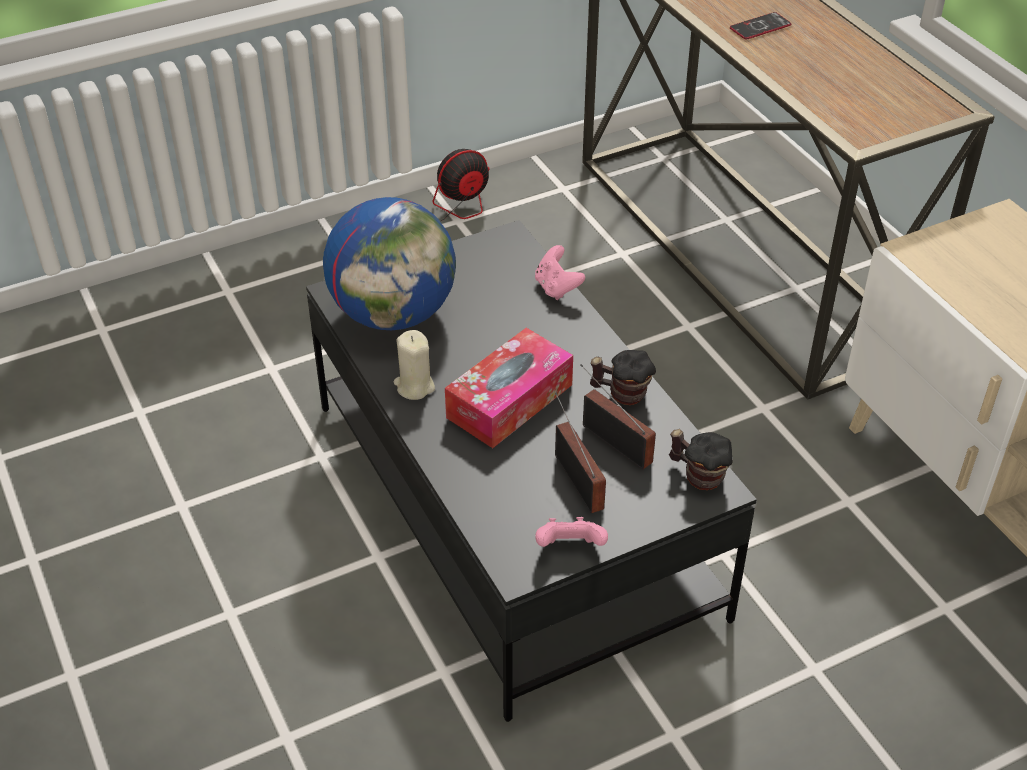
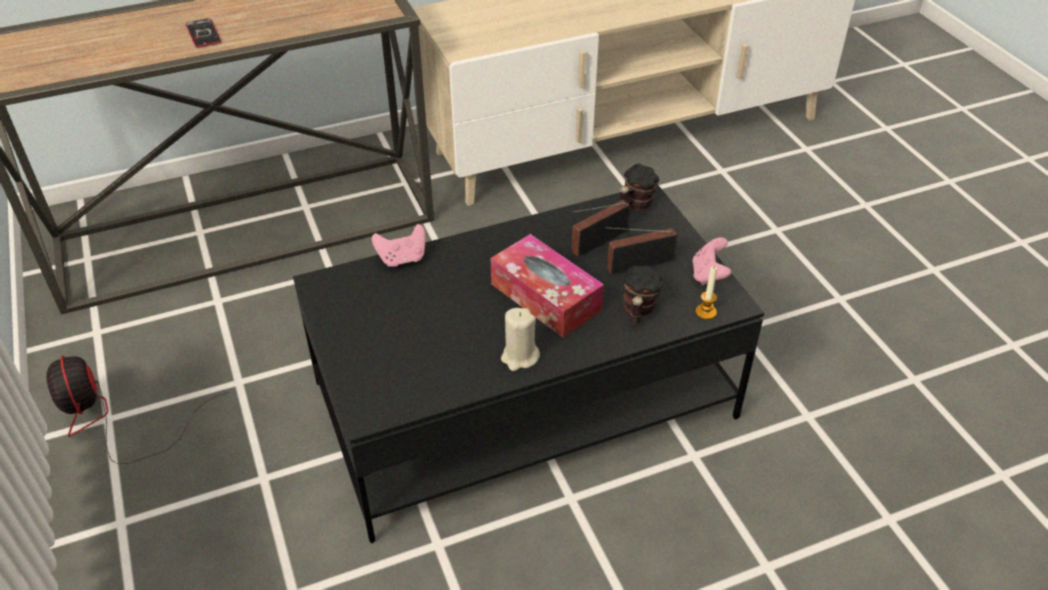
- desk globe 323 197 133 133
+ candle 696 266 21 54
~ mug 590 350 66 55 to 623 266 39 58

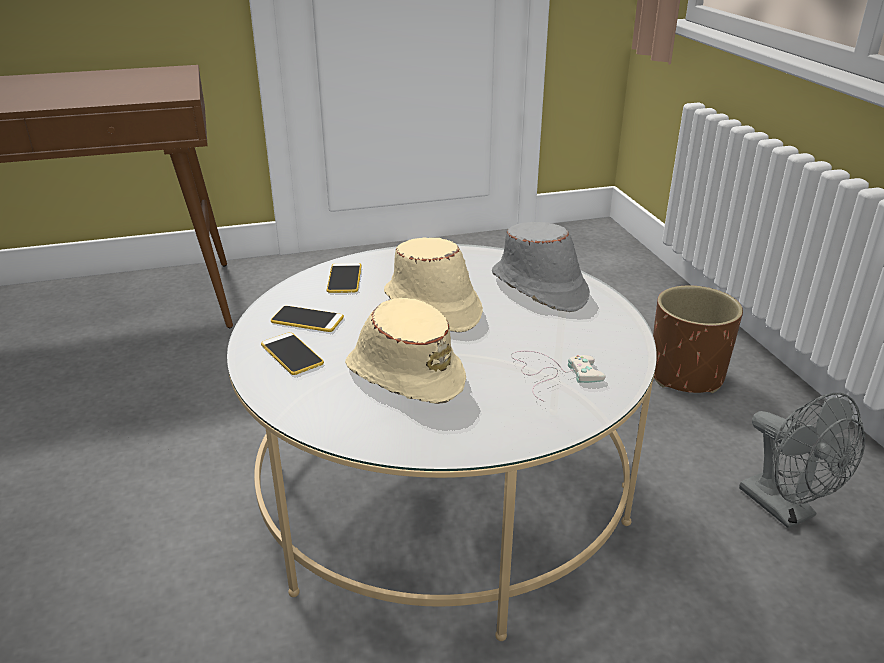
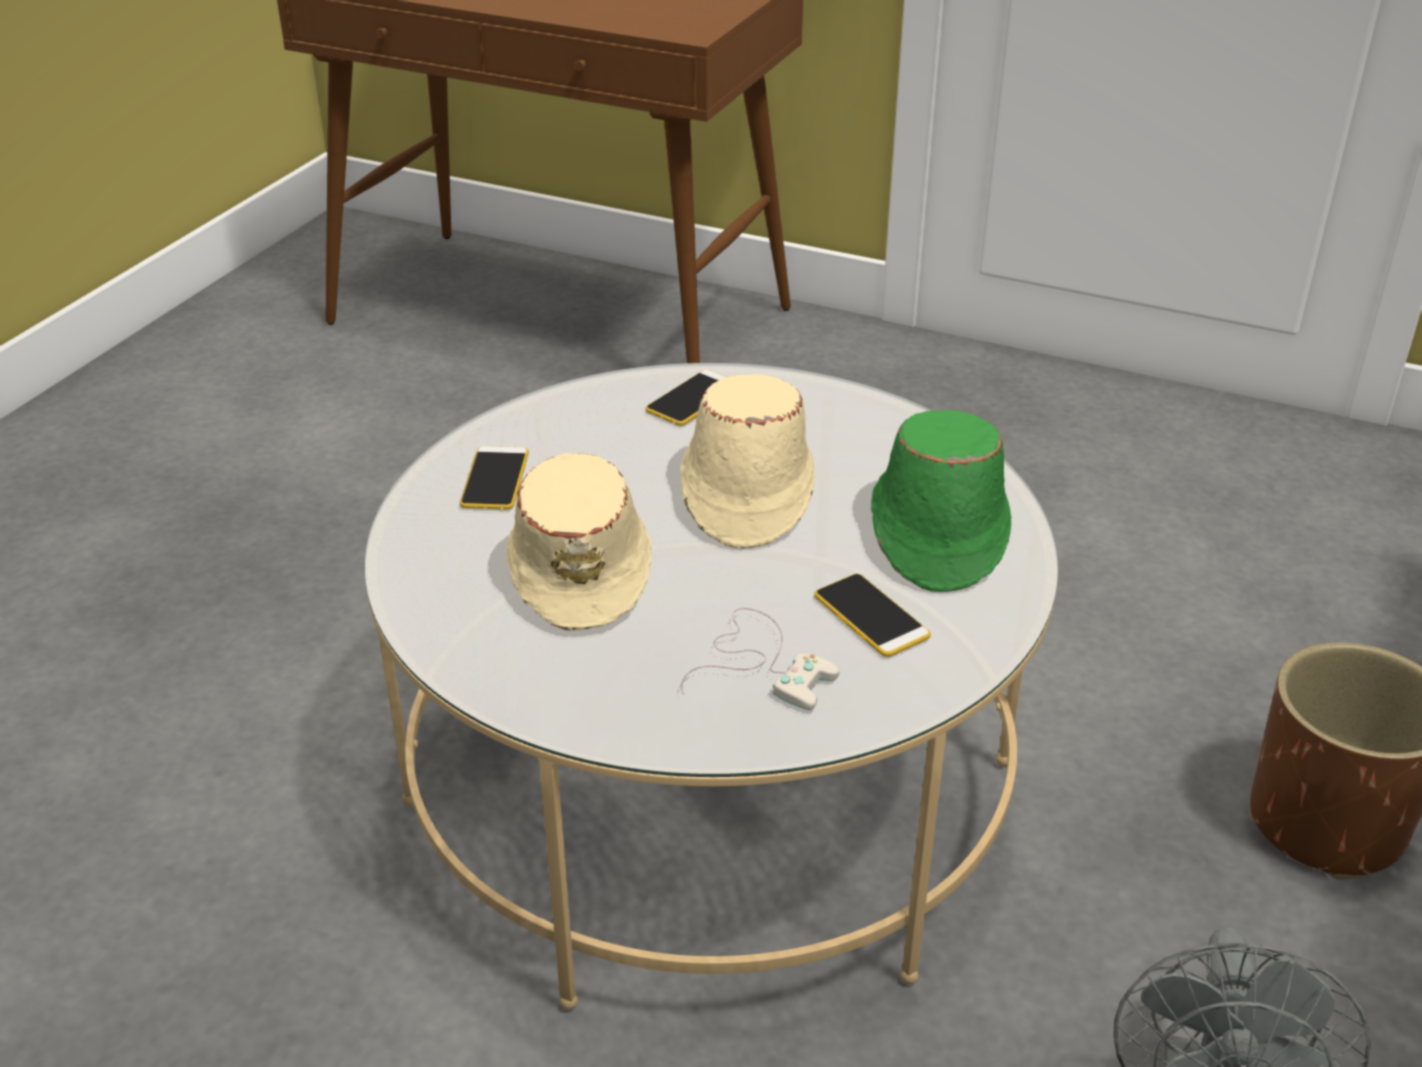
~ phone 271 306 73 26 to 814 574 117 83
~ grey wearable hat 492 222 98 90 to green-coloured wearable hat 871 410 141 182

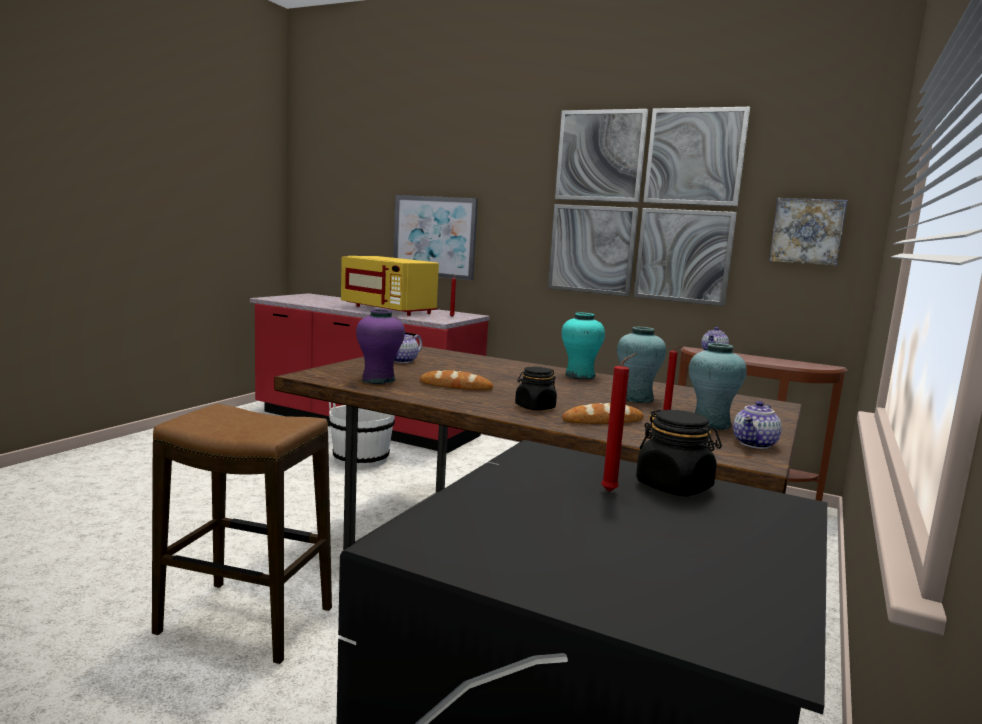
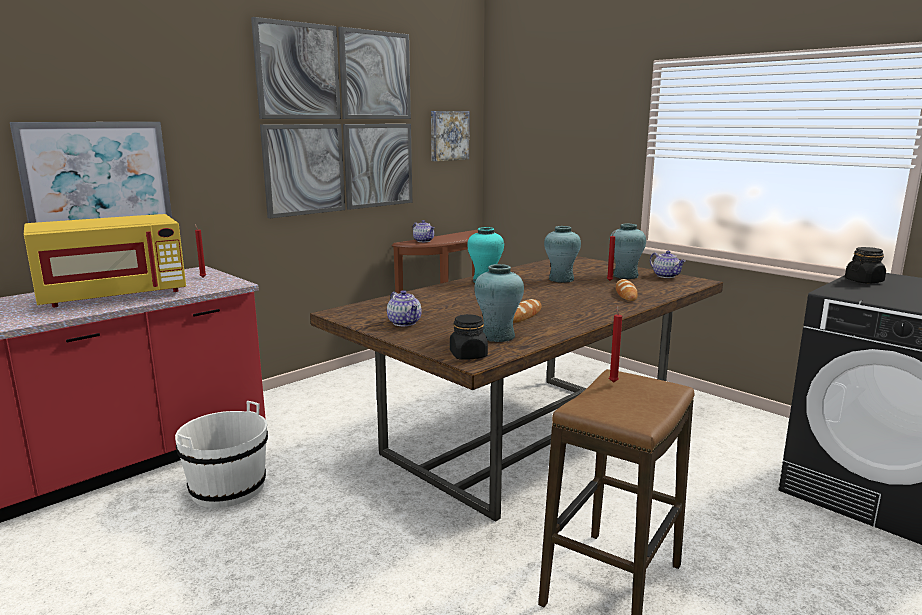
~ black preserve jar 515 367 42 43 to 450 314 38 46
~ reddish candle 601 353 36 139 to 609 306 13 77
~ purple-coloured vase 356 309 49 75 to turquoise-coloured vase 474 264 50 78

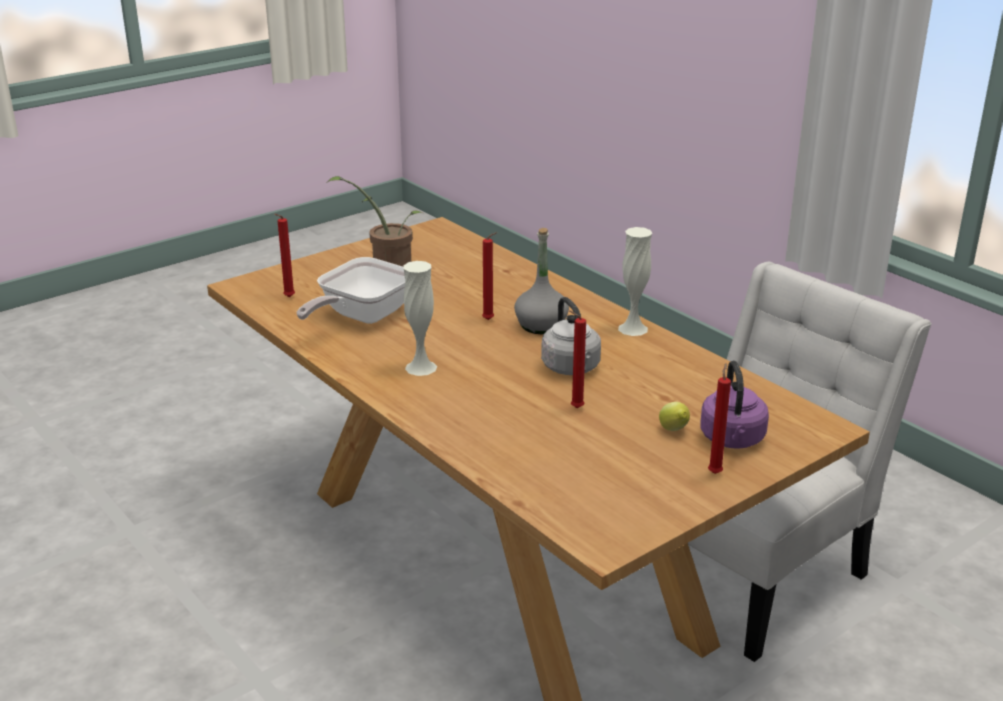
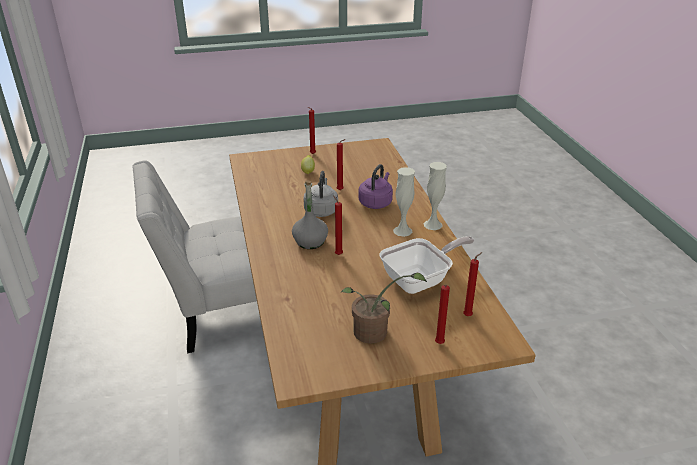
+ reddish candle 435 285 15 59
~ whitish vase 618 227 34 109 to 424 162 23 68
~ purple-coloured tea kettle 700 360 69 89 to 359 164 34 45

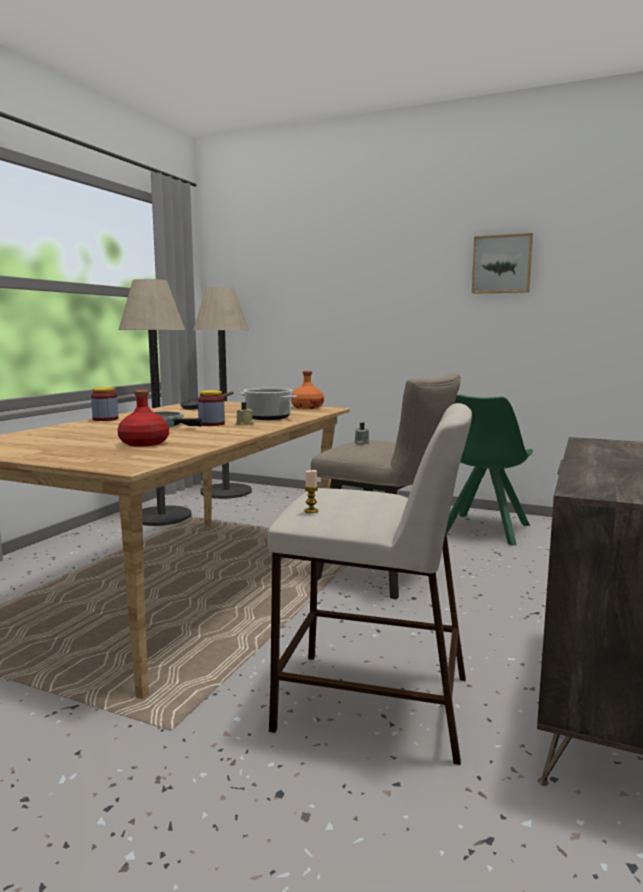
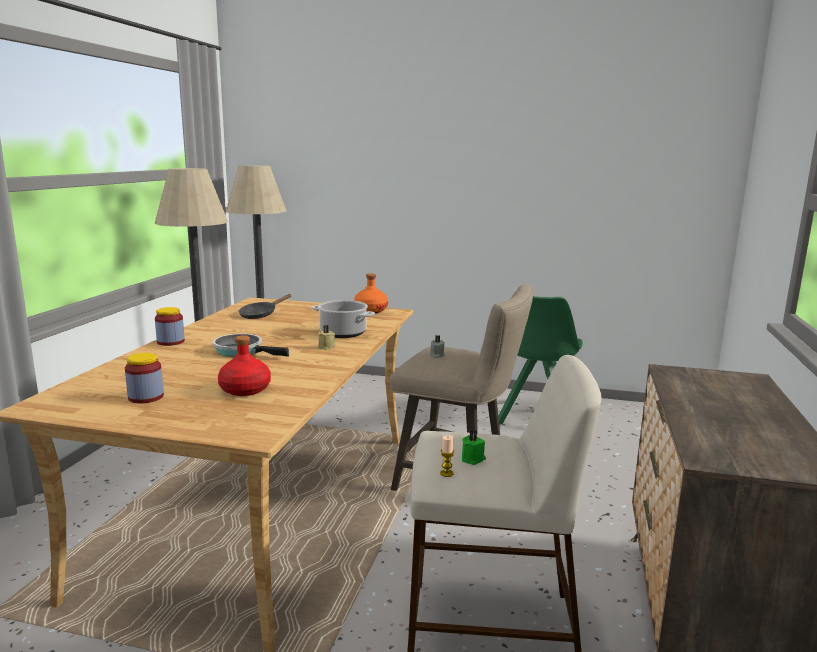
- wall art 472 233 61 61
+ green-coloured candle 462 430 24 35
~ preserve jar 198 390 27 36 to 125 353 39 50

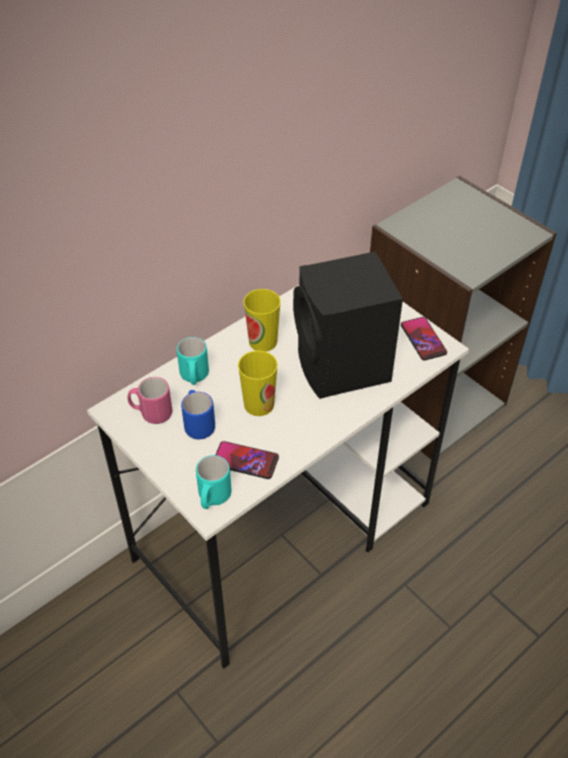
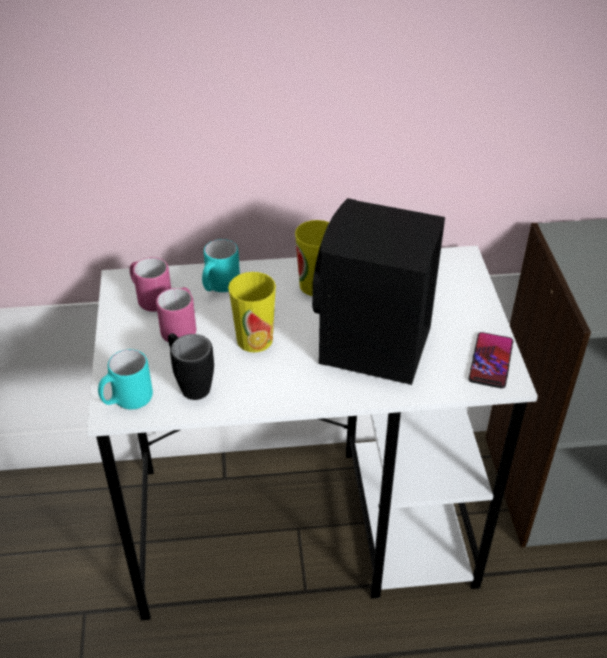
~ phone 215 441 64 38 to black mug 168 333 46 67
~ blue-coloured mug 181 390 34 49 to pinkish mug 156 287 40 55

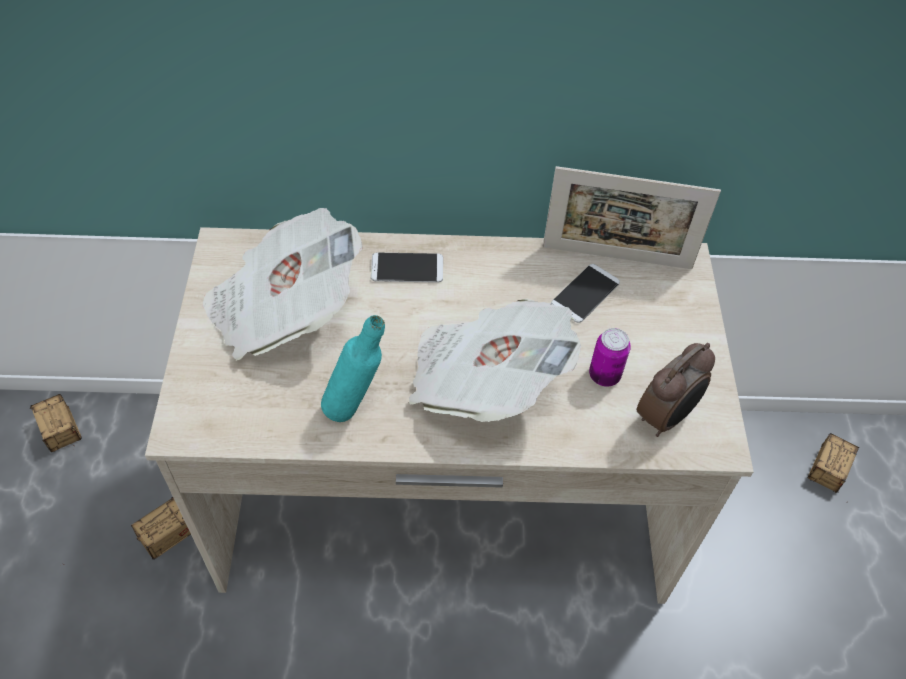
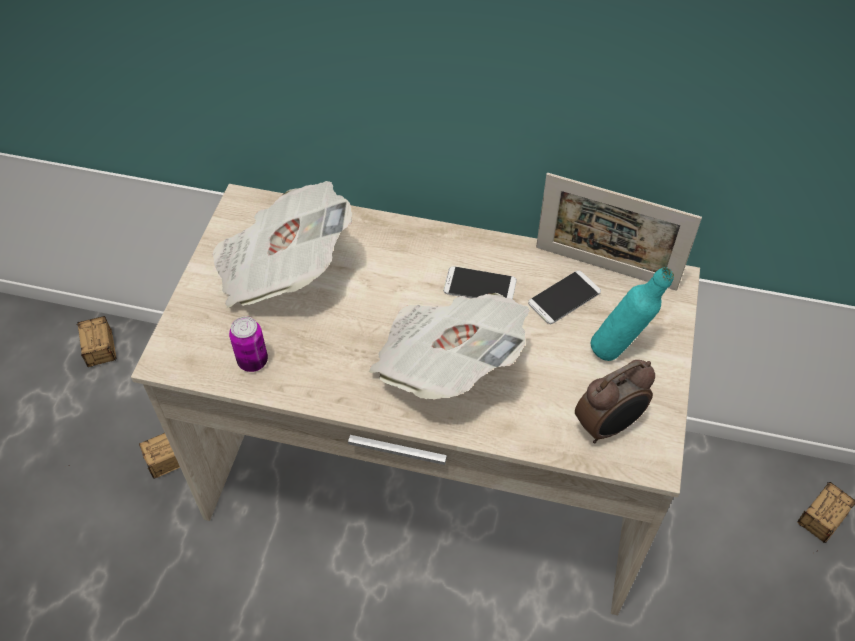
~ turquoise-coloured beverage bottle 321 315 64 107 to 591 267 83 94
~ phone 371 253 72 30 to 443 266 74 34
~ sealed can 589 328 42 59 to 229 317 39 55

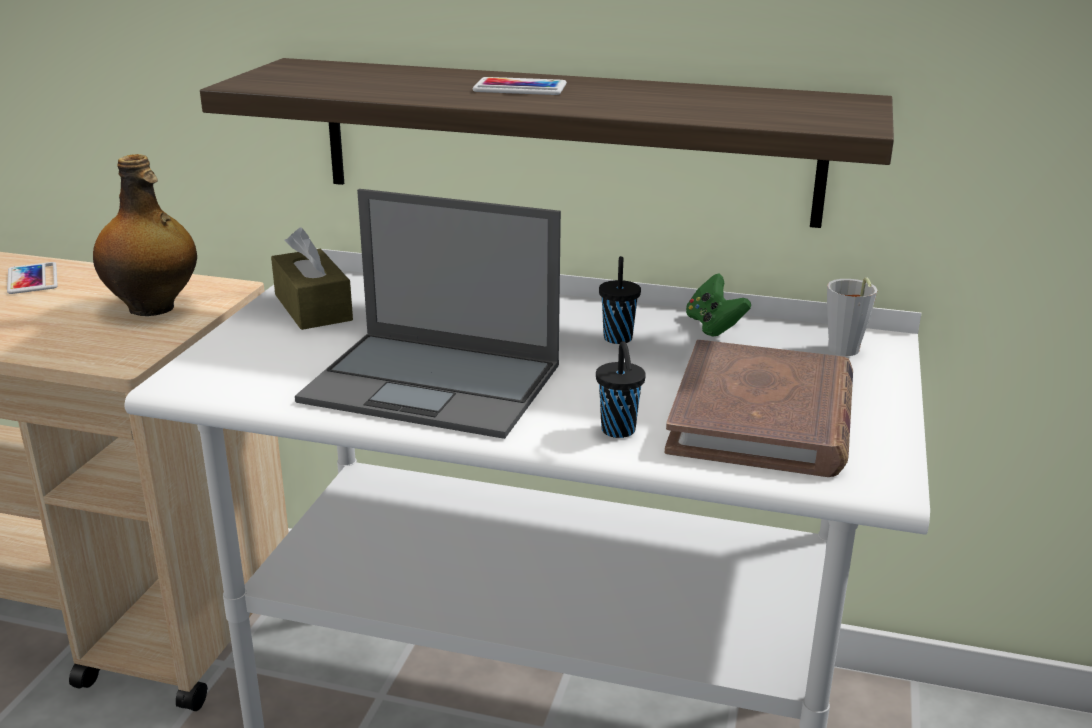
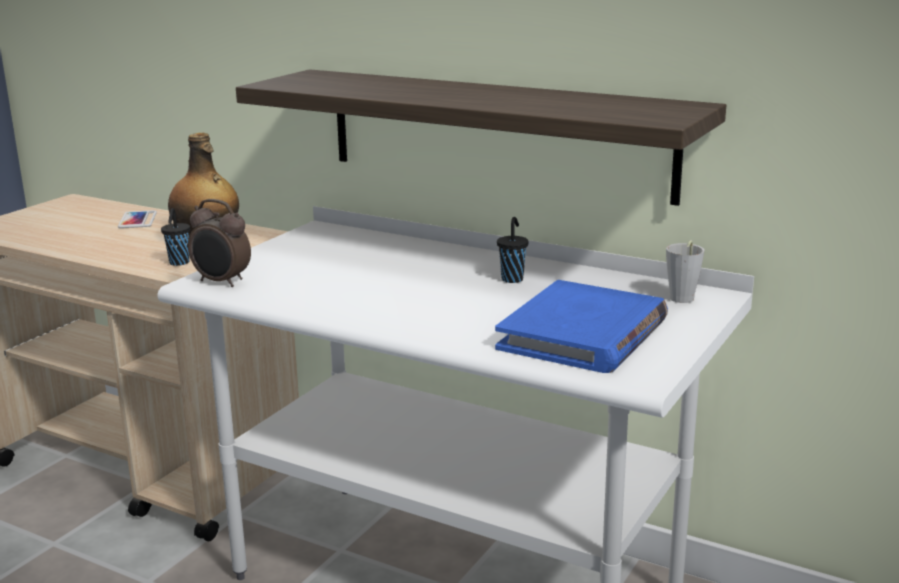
- brown tissue holder 271 228 82 102
- notebook computer 295 189 266 250
- phone 472 77 95 18
- green-coloured gamepad 686 273 65 64
+ alarm clock 188 199 63 88
~ black cup 596 341 50 97 to 161 208 29 58
~ brown volume 665 340 188 137 to blue-coloured volume 495 280 173 93

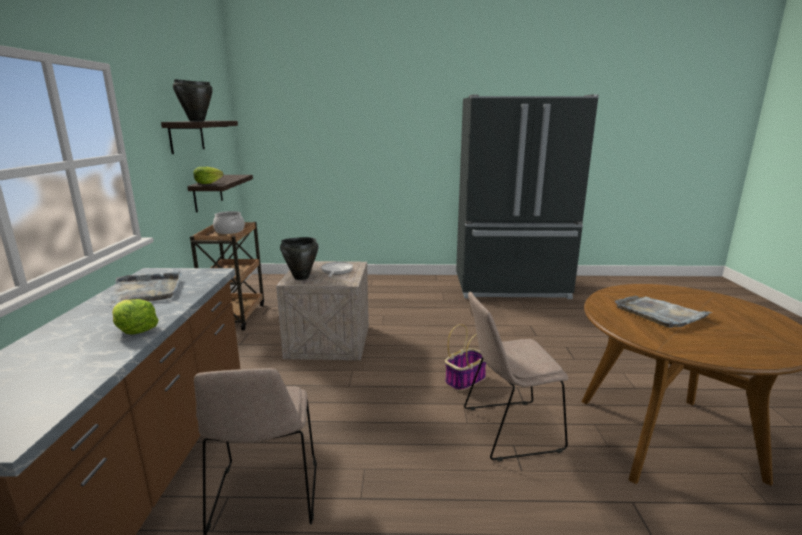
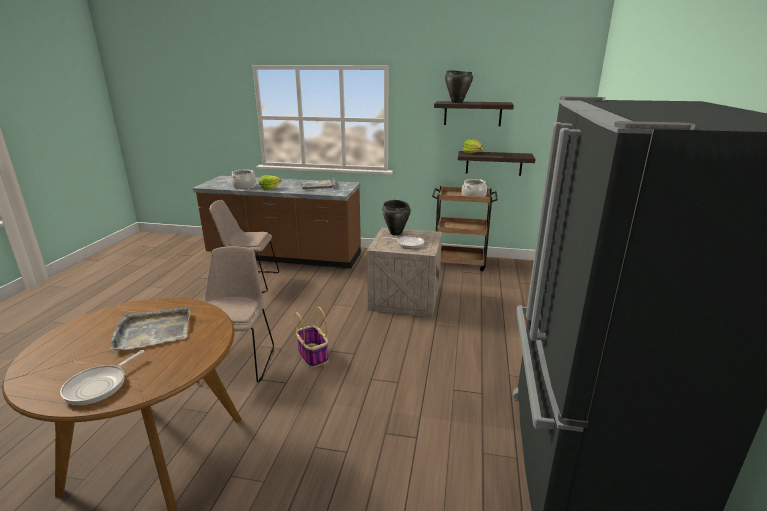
+ frying pan 60 350 85 55
+ saucepot 231 170 25 19

